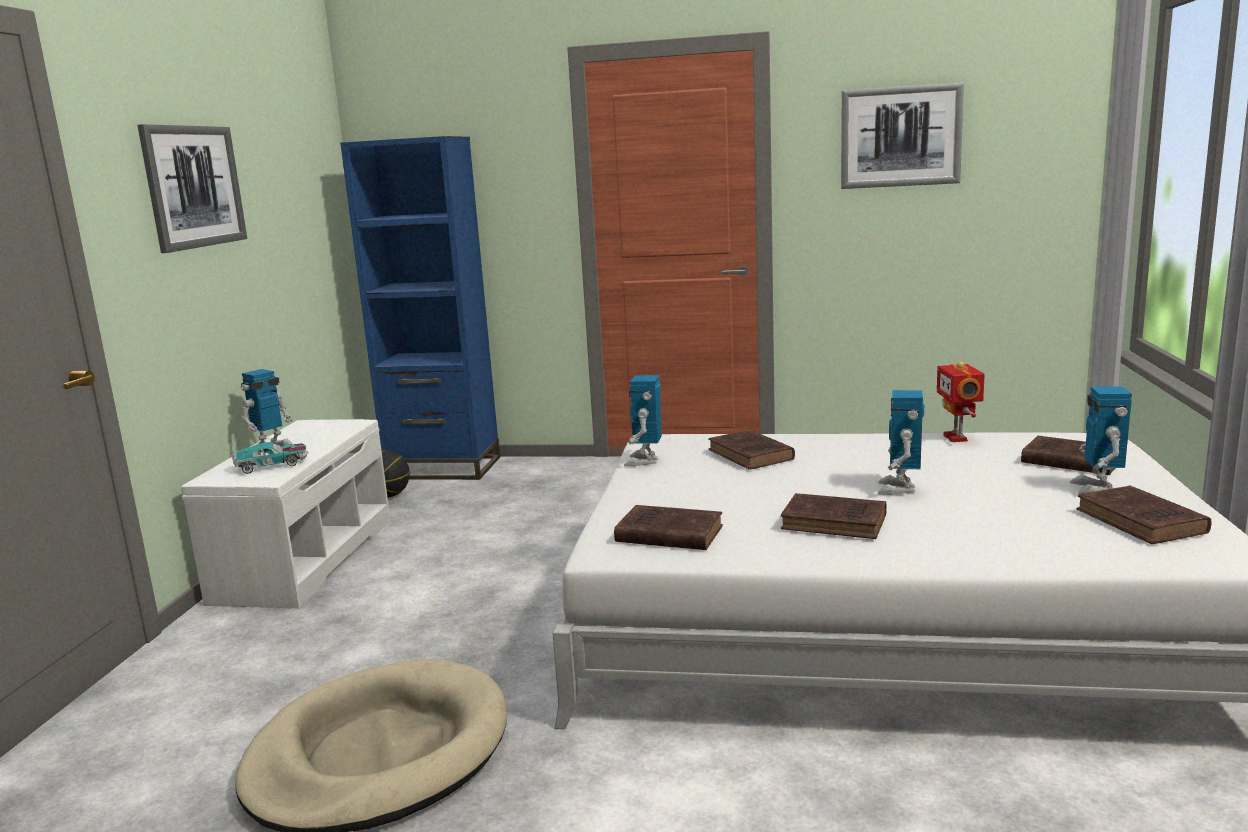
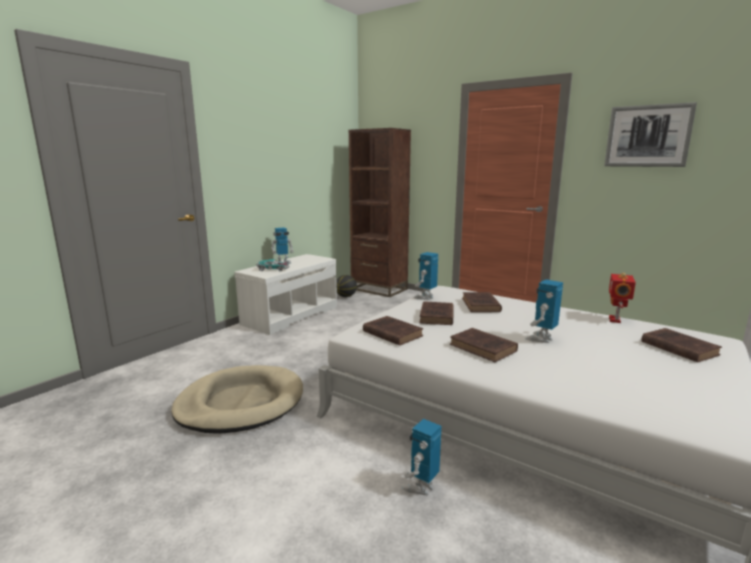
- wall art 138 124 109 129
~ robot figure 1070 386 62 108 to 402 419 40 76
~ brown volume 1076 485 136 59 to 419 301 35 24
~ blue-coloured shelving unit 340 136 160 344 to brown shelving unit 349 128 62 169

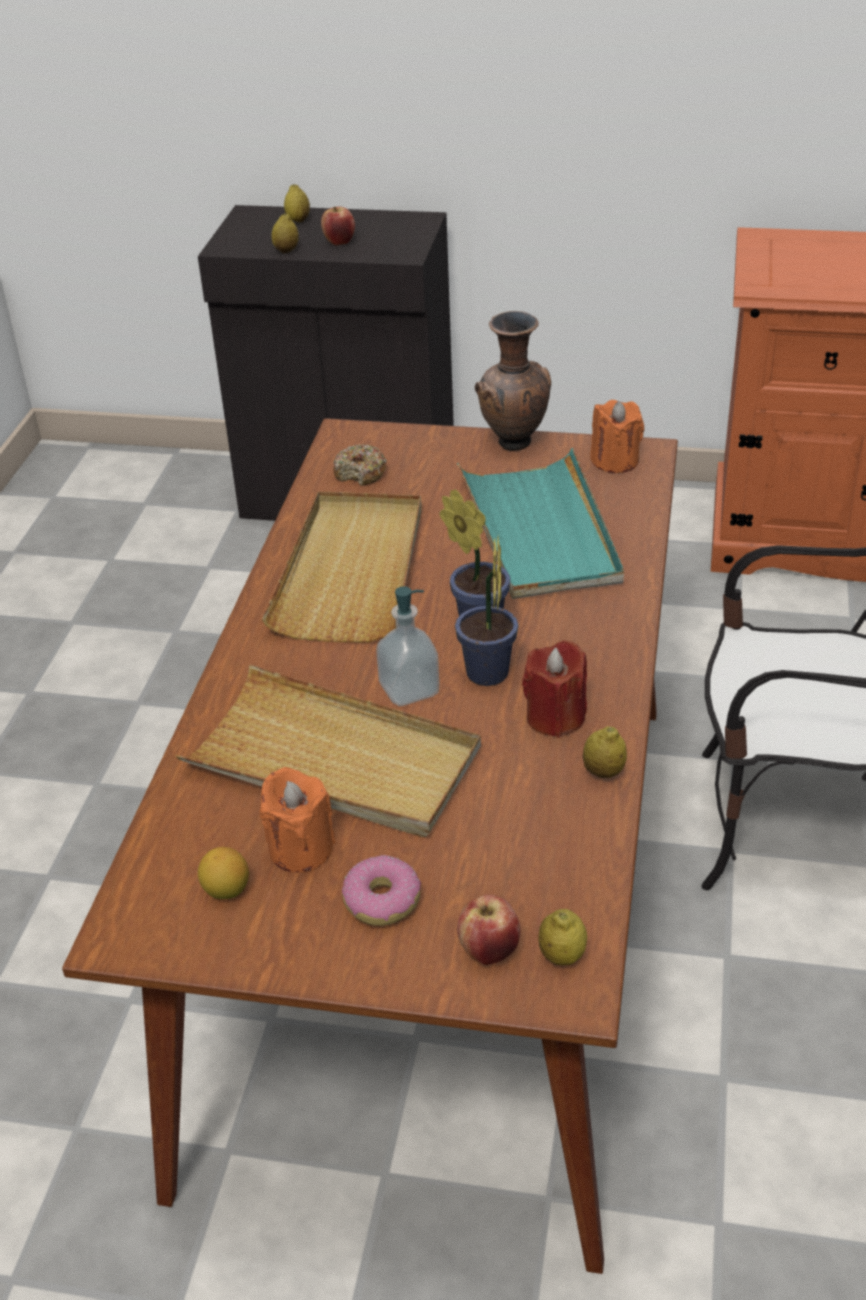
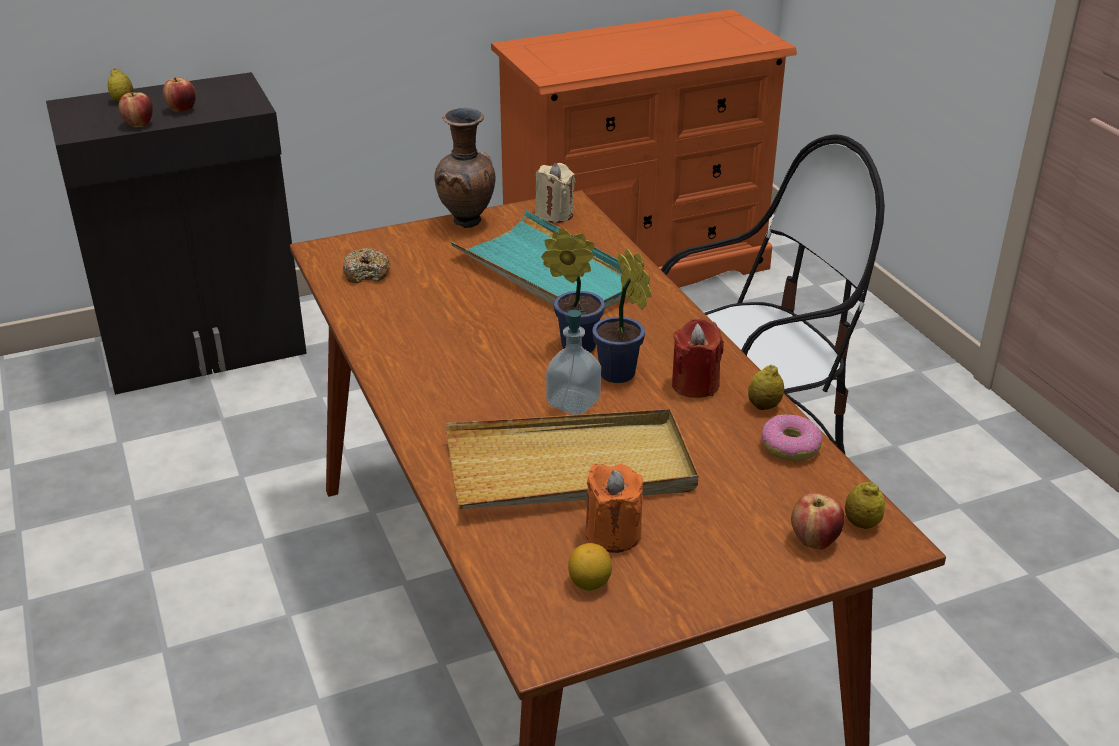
- beige-coloured carrying tray 262 492 160 151
~ ring doughnut 342 855 79 71 to 761 414 61 47
~ citrus fruit 272 213 27 40 to apple fruit 118 92 35 36
~ orange-coloured candle 590 400 54 73 to beige-coloured candle 535 163 41 60

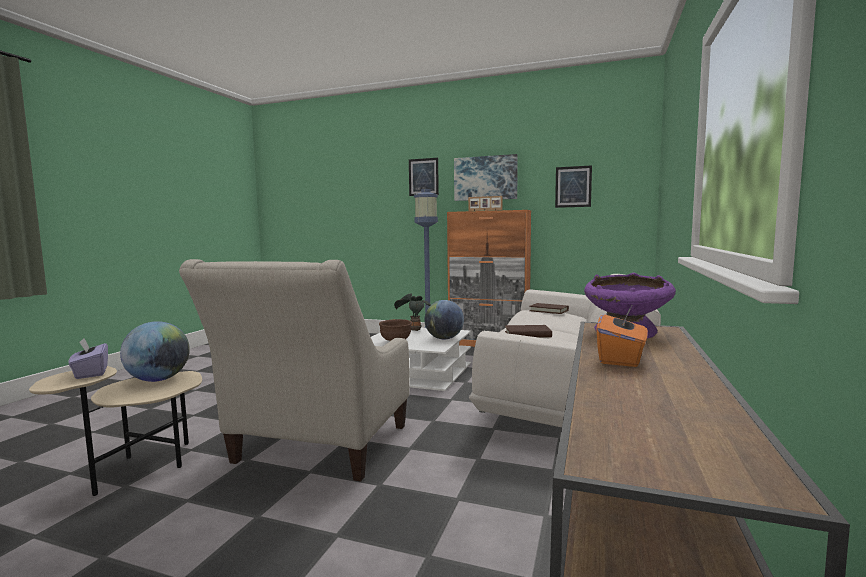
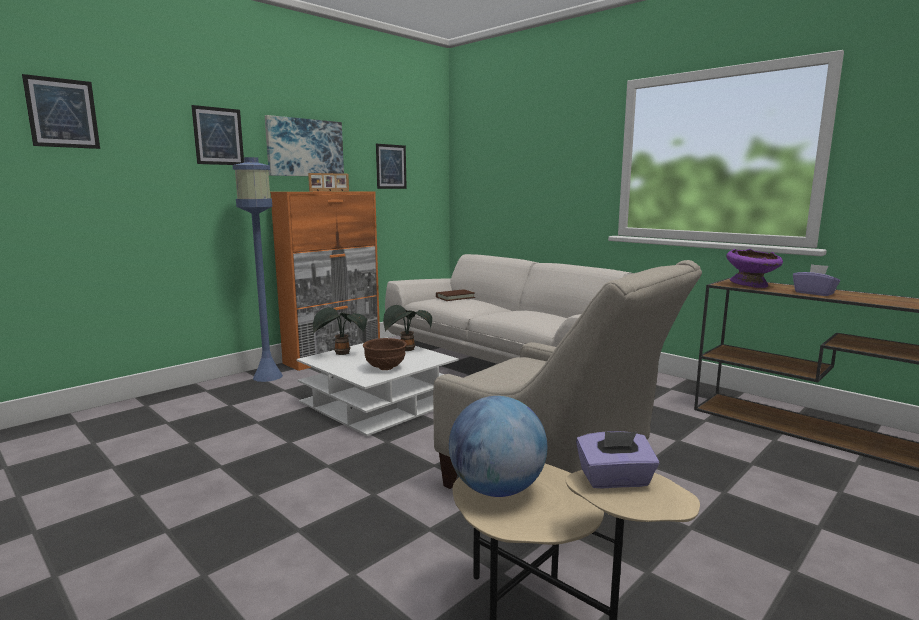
- brown volume 505 325 47 13
+ wall art 22 74 78 75
~ desk globe 424 300 40 39 to potted plant 383 305 49 46
~ orange-coloured tissue holder 597 304 51 63 to purple-coloured tissue holder 793 264 47 32

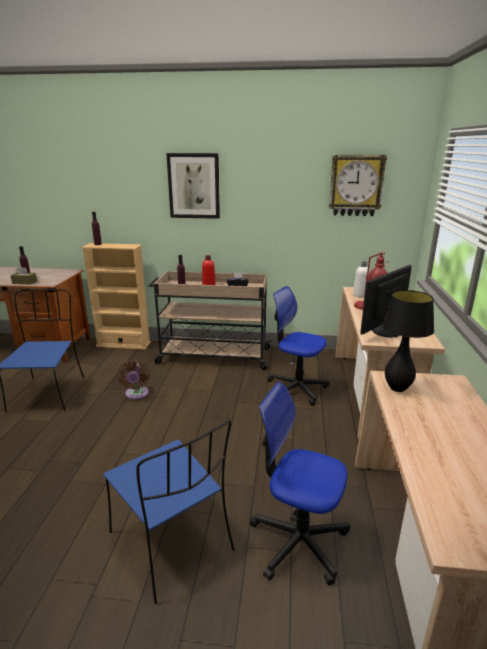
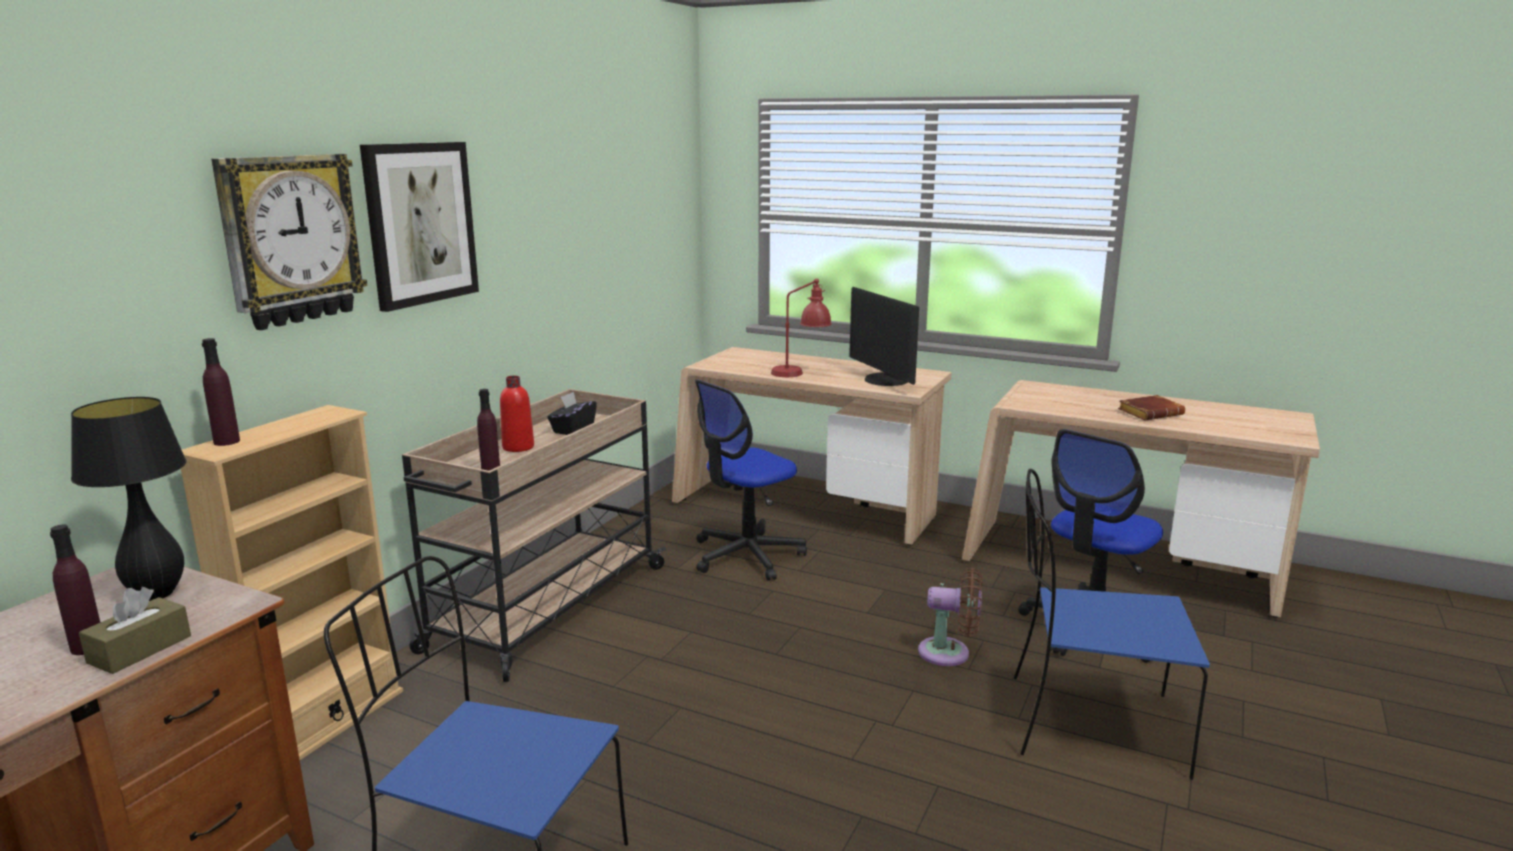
- whitish beverage bottle 353 261 17 36
+ brown volume 1118 395 67 25
~ brown electric fan 117 360 33 39 to 918 567 64 99
~ clock on the wall 329 155 58 61 to 211 154 157 176
~ black lamp for a table 382 290 52 102 to 71 397 116 204
~ blue-coloured plain chair 103 420 131 184 = 1014 469 196 311 150 degrees counterclockwise

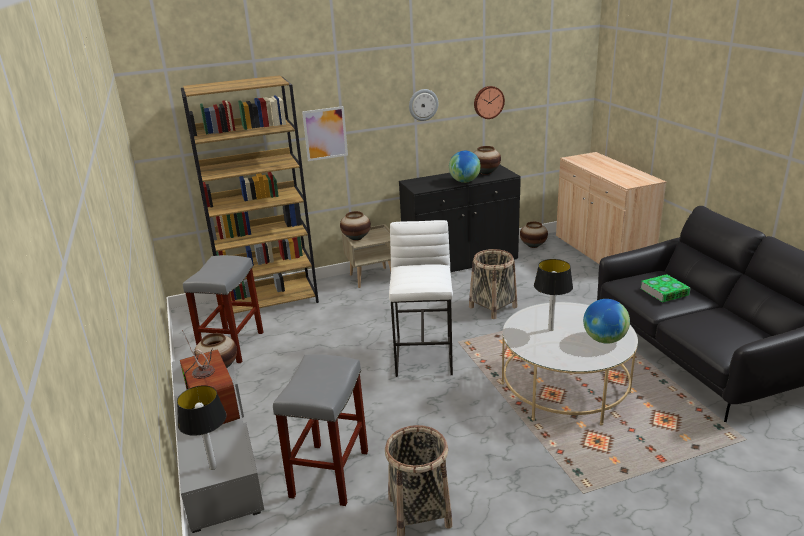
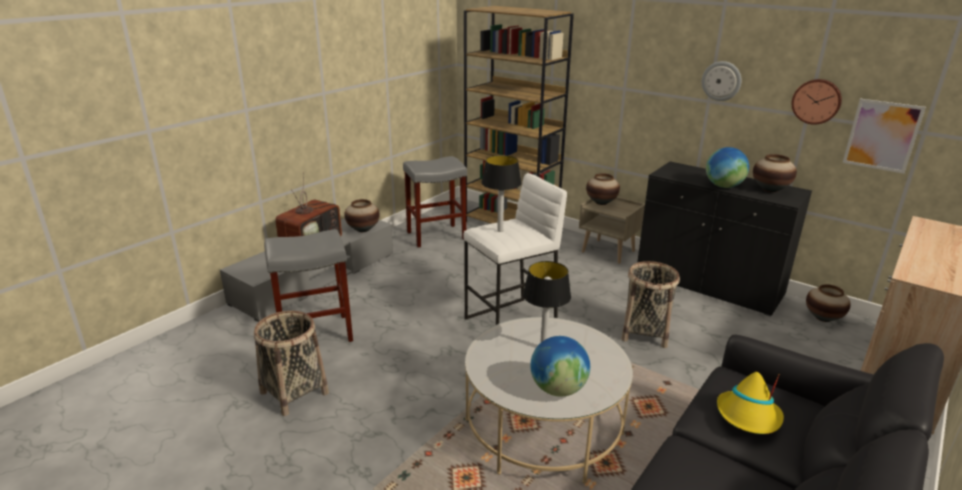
~ lamp for a table 177 385 50 85 to 481 155 40 77
~ wall art 302 106 46 55 to 843 99 83 75
~ volume 640 274 51 28 to yellowish wearable hat 717 372 67 62

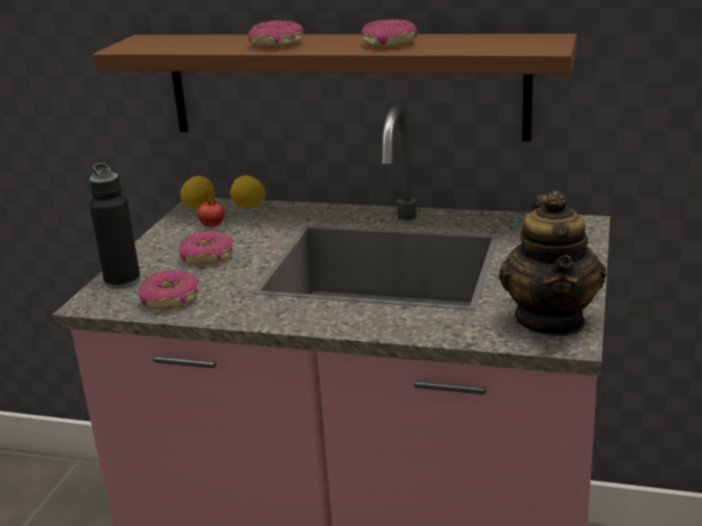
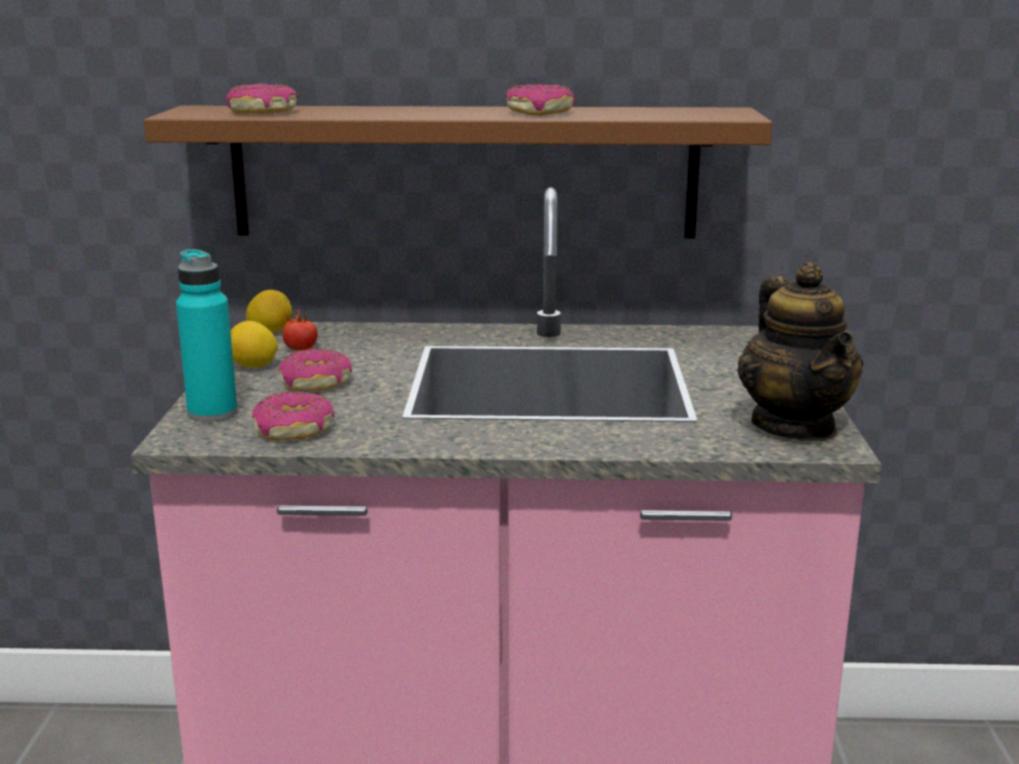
~ citrus fruit 230 176 36 32 to 231 321 47 46
~ ring doughnut 249 20 55 28 to 226 83 73 31
~ black beverage bottle 90 163 51 126 to turquoise-coloured beverage bottle 176 249 62 173

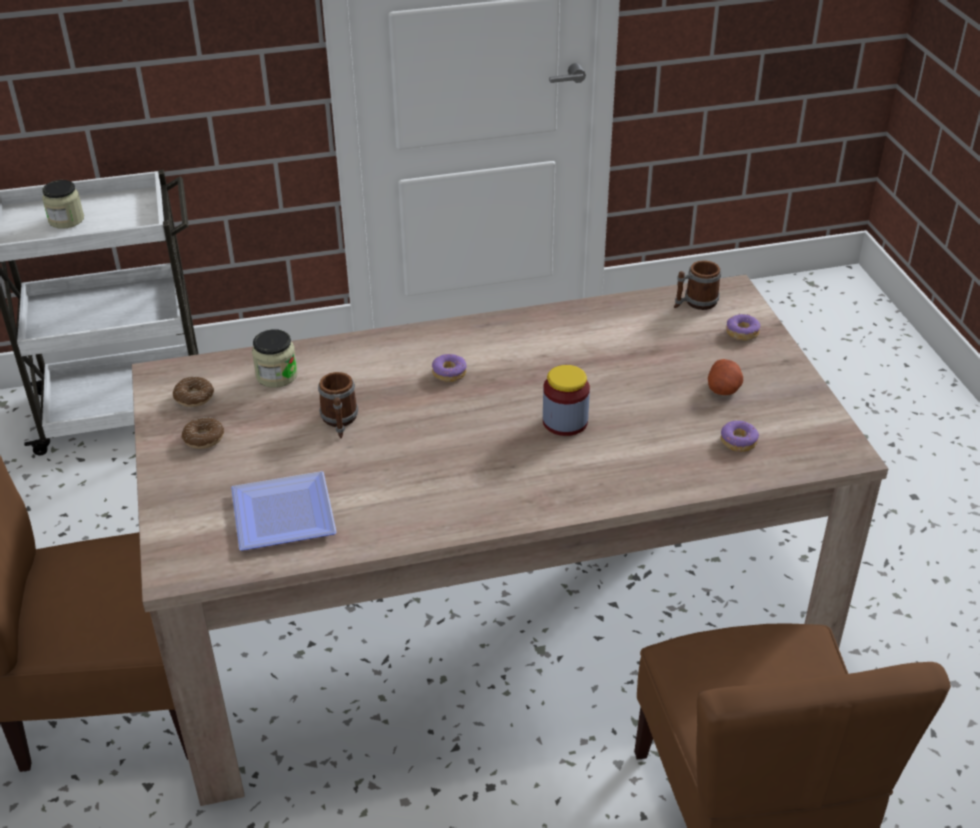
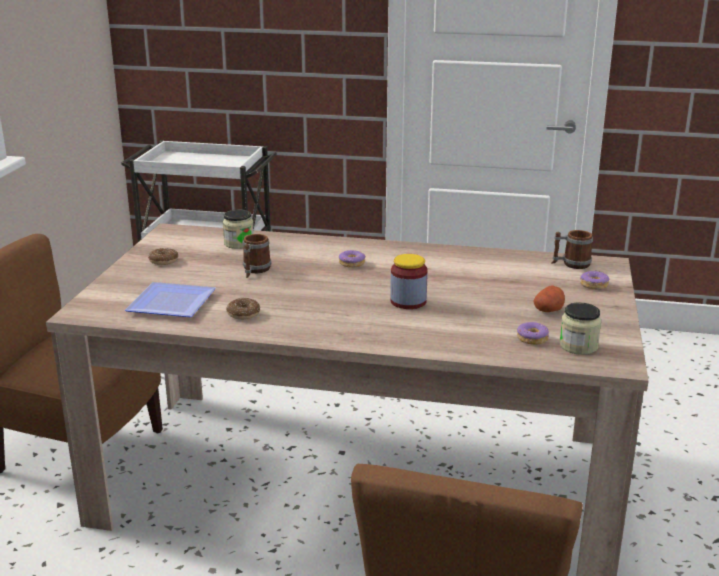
~ preserve jar 42 180 42 49 to 559 302 42 53
~ ring doughnut 173 377 41 30 to 226 298 34 22

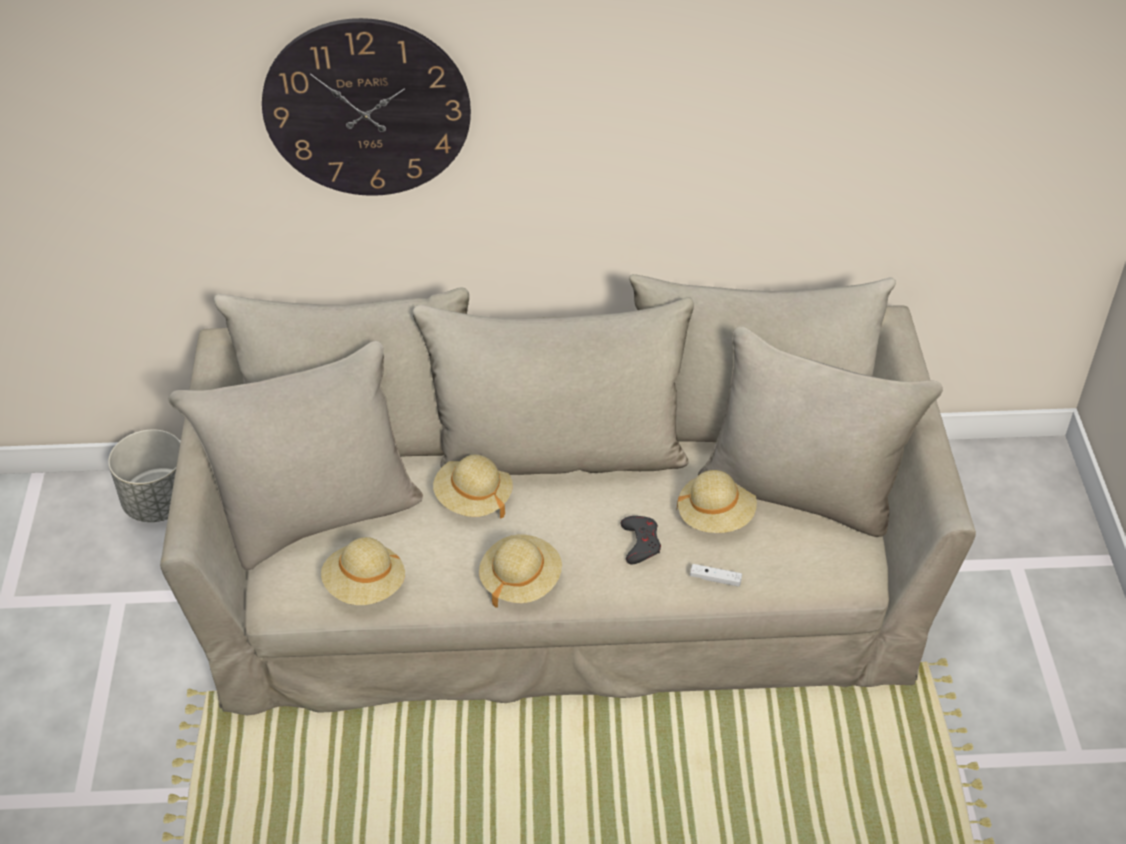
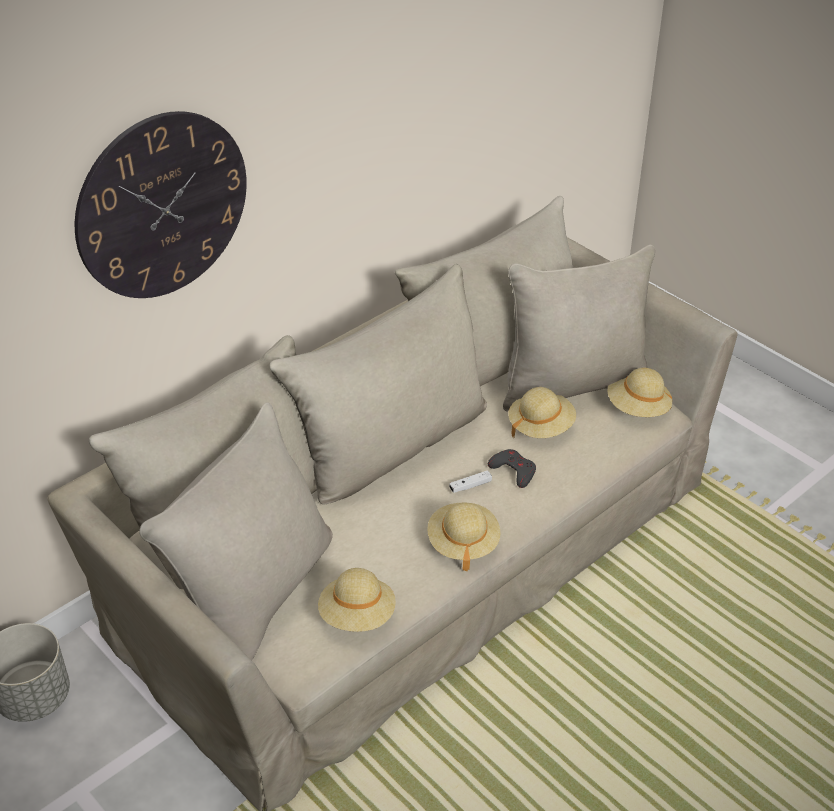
~ beige-coloured wearable hat 433 454 80 65 to 607 368 66 49
~ whitish gamepad 690 564 52 23 to 449 470 43 23

